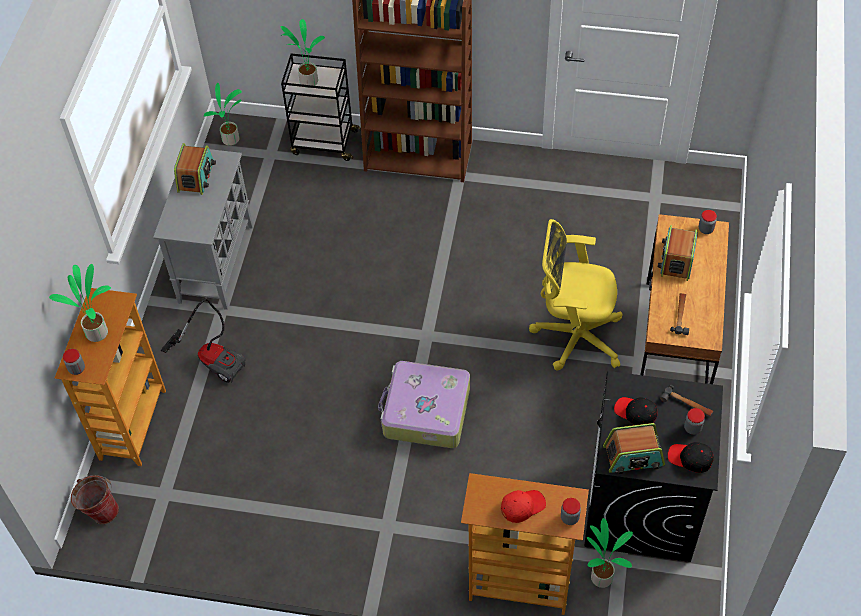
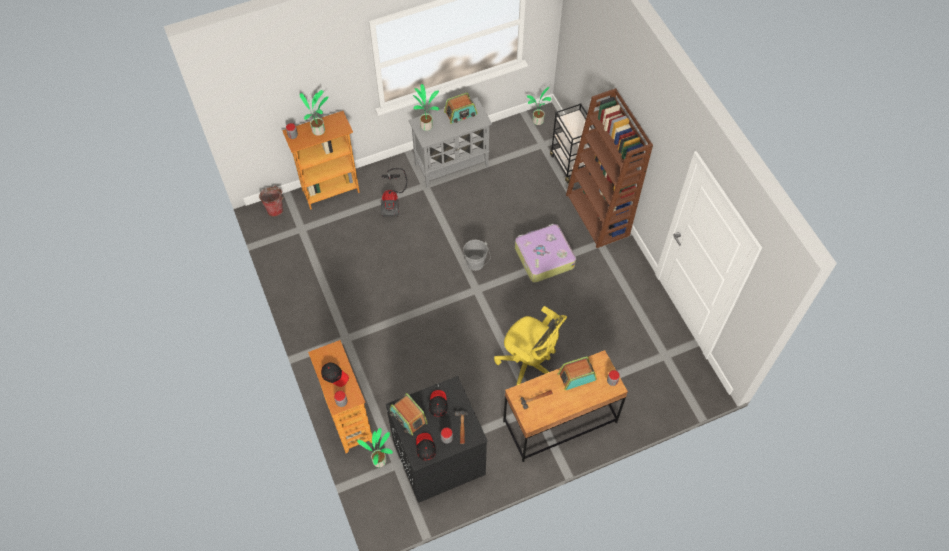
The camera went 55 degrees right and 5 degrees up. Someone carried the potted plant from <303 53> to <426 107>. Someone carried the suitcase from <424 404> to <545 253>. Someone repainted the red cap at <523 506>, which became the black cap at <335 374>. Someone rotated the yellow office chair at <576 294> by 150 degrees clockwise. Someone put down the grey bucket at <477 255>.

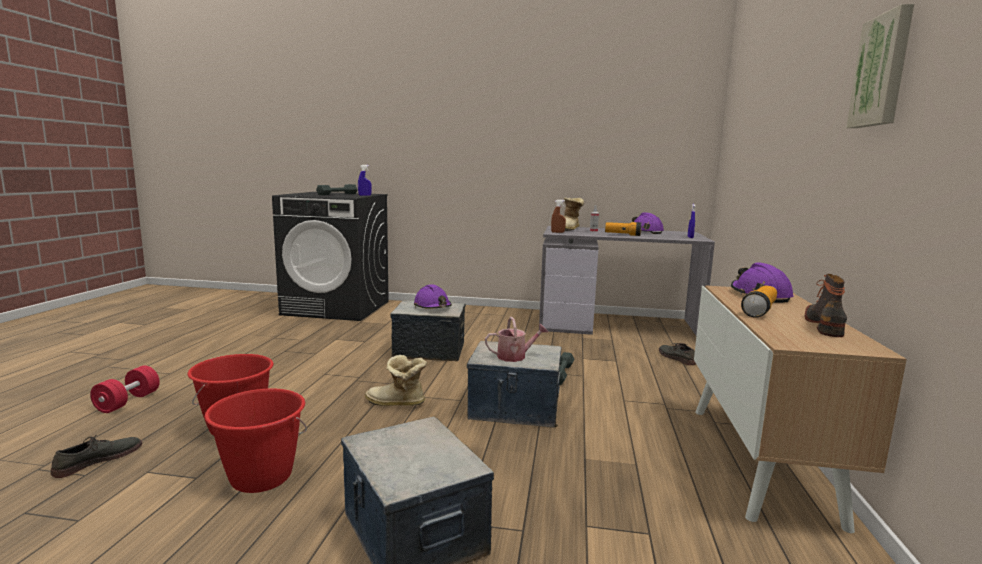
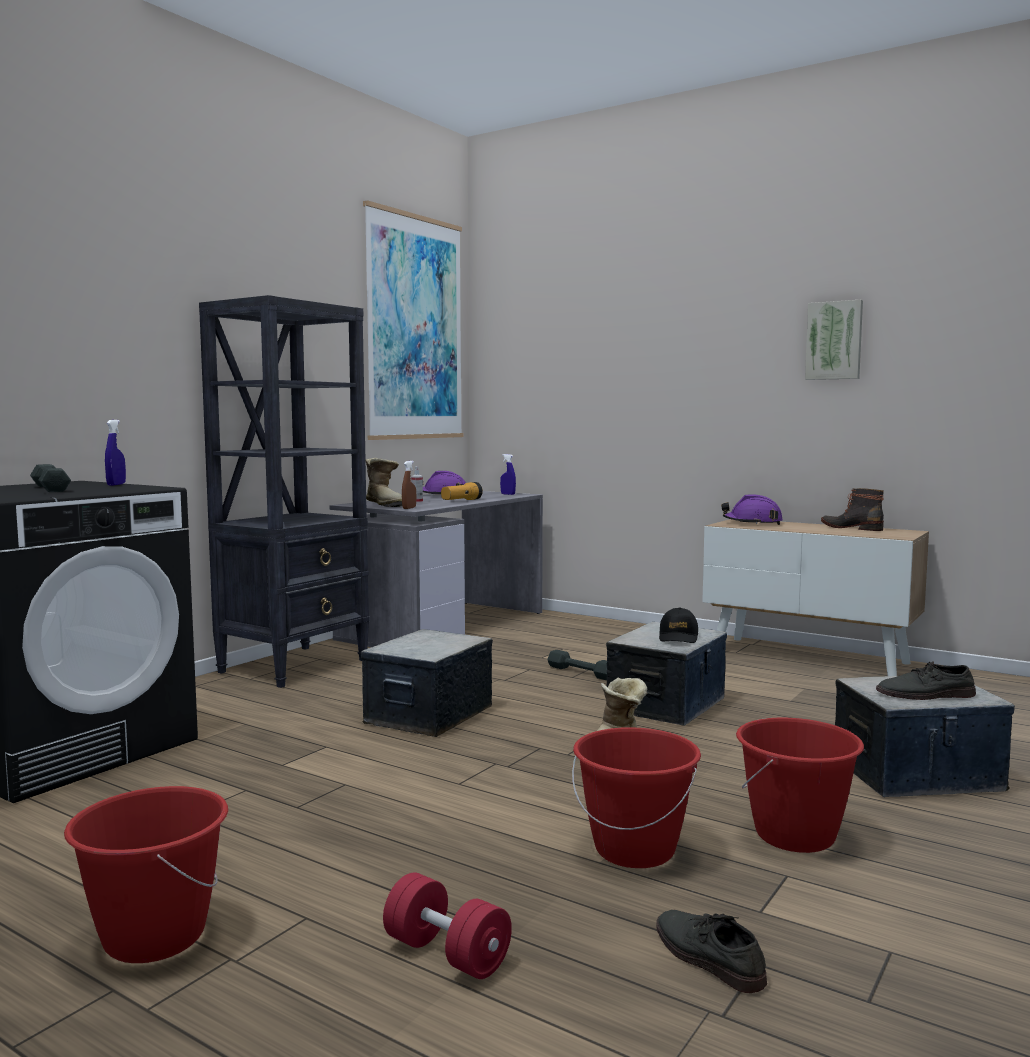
The camera went 65 degrees left and 5 degrees down. Someone took away the purple hard hat at <433 296>. Someone swapped the watering can at <516 339> for the black cap at <678 625>. Someone carried the grey shoe from <677 354> to <926 681>. Someone took away the flashlight at <759 302>. Someone put down the red bucket at <146 874>. Someone put down the black bookcase at <284 491>. Someone put up the picture at <413 320>.

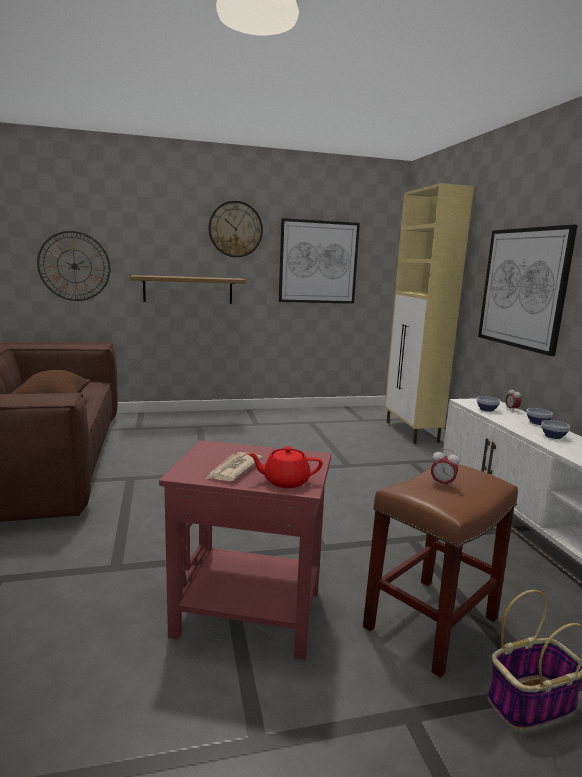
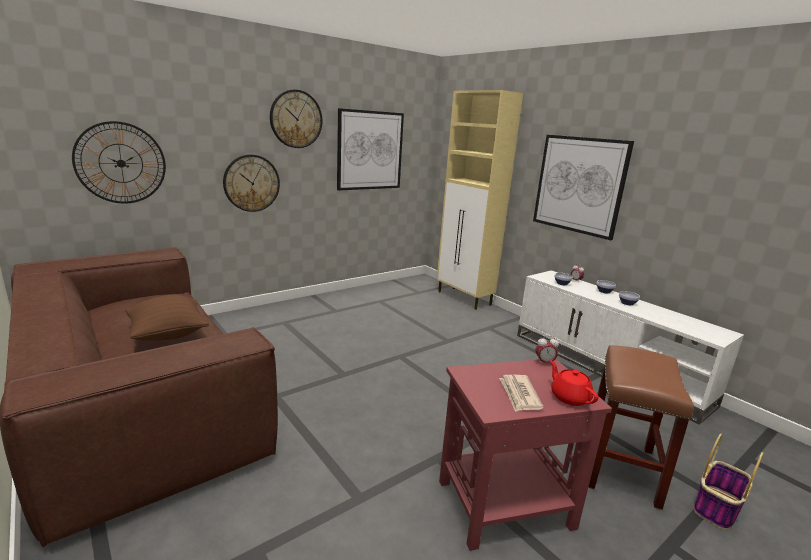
The camera went 25 degrees left and 5 degrees up. Someone swapped the shelf at <188 289> for the wall clock at <251 183>. Someone rotated the red teapot at <285 467> by 90 degrees clockwise. Someone carried the alarm clock from <445 468> to <547 350>.

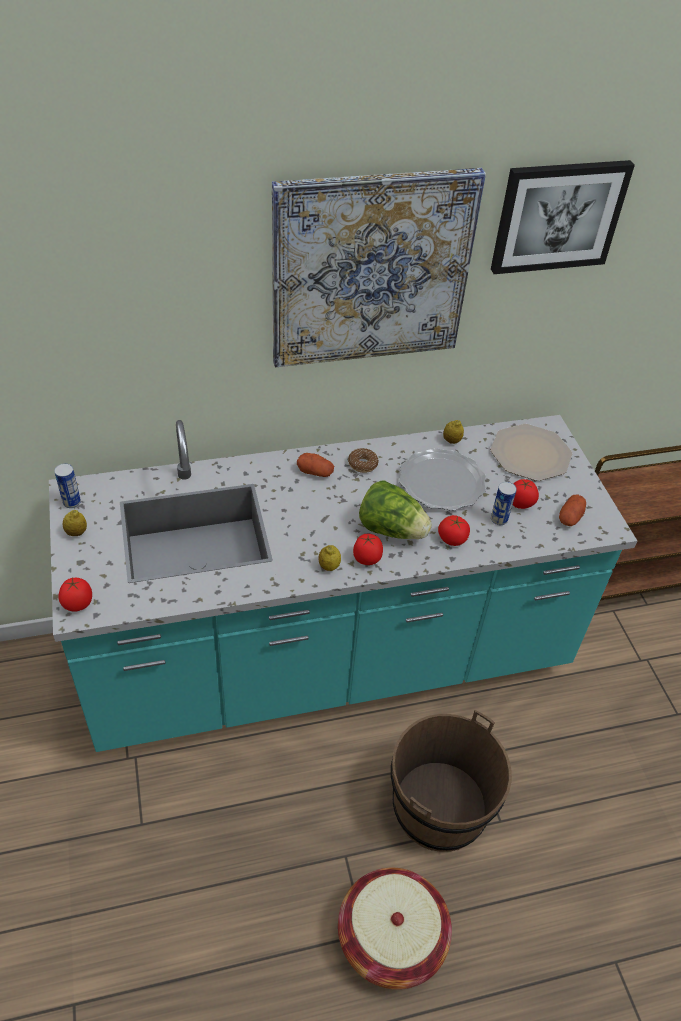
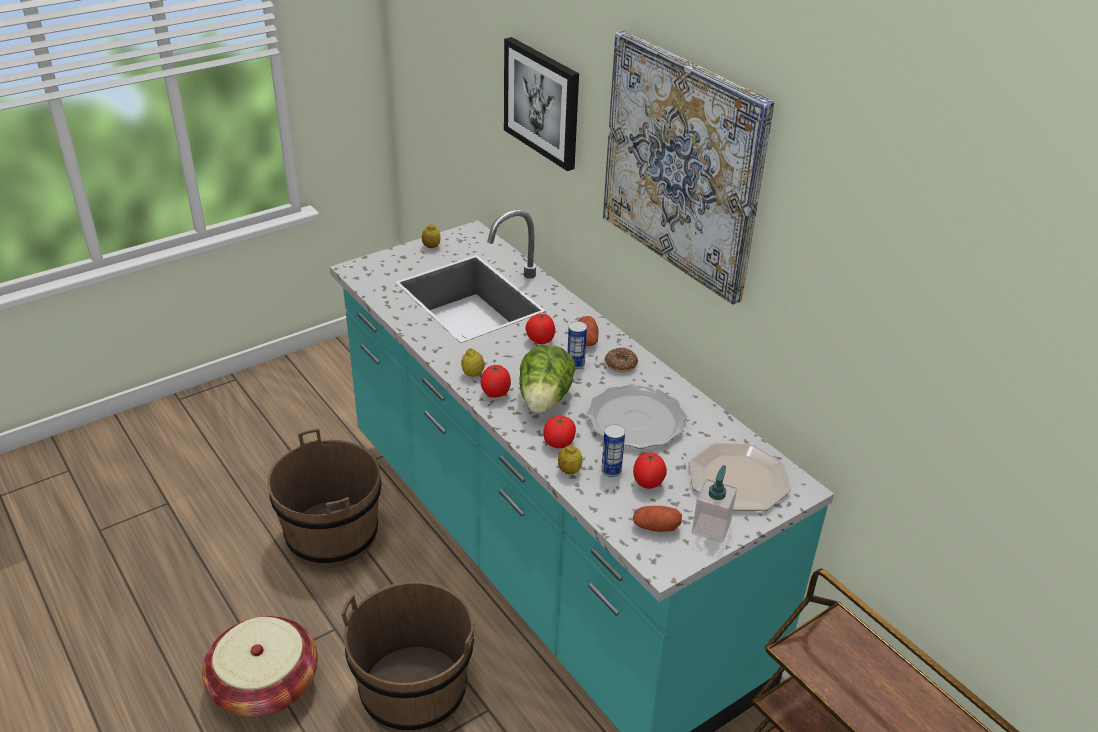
The camera went 70 degrees right and 10 degrees down. Someone carried the can from <67 485> to <577 345>. Someone carried the tomato from <75 595> to <540 328>. Someone carried the lemon from <453 432> to <570 459>. Someone carried the picture from <563 217> to <541 104>. Someone put down the brown bucket at <324 498>. Someone put down the soap dispenser at <714 504>.

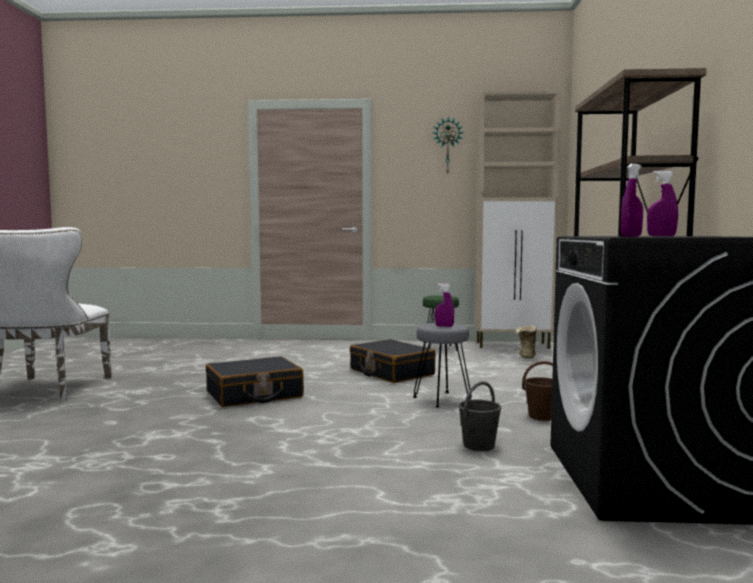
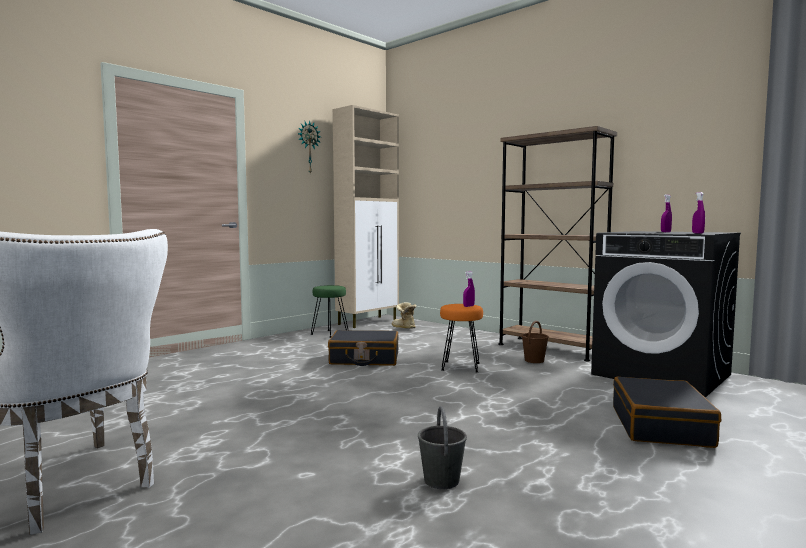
The camera went 50 degrees left and 0 degrees up. Someone carried the black suitcase from <255 381> to <667 412>. Someone repainted the grey stool at <442 365>, which became the orange stool at <461 338>. Someone carried the grey bucket from <480 416> to <442 447>.

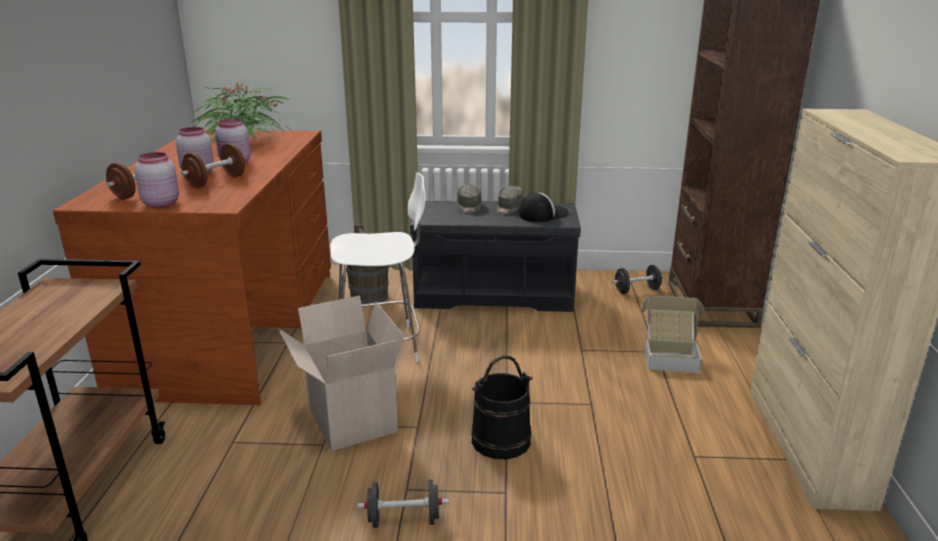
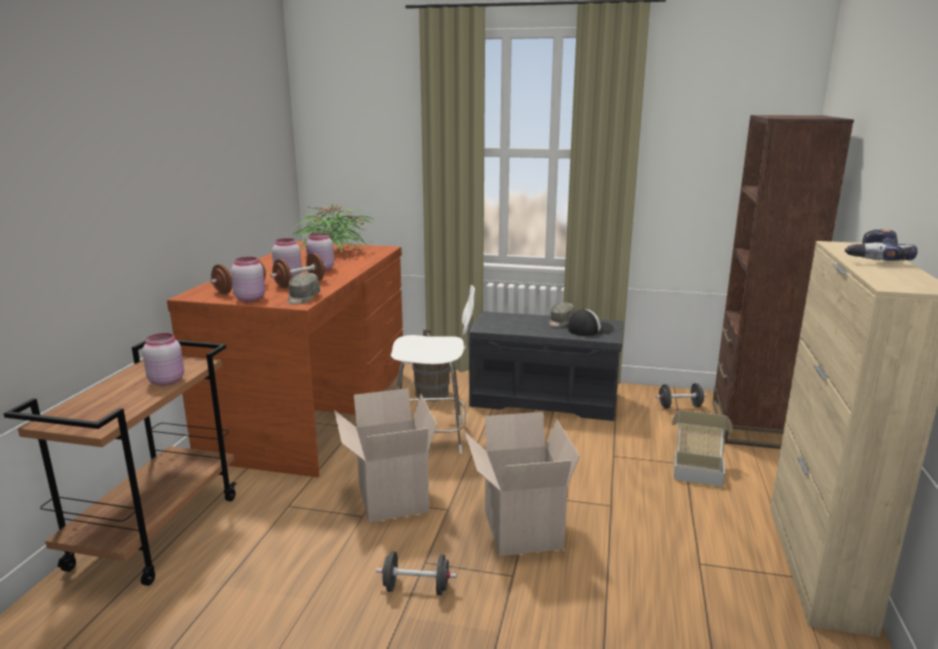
The camera went 10 degrees right and 5 degrees down. Someone carried the grey cap from <470 198> to <304 288>. Someone swapped the black bucket at <501 407> for the cardboard box at <522 484>. Someone put down the pink jar at <163 359>. Someone put down the power drill at <881 245>.

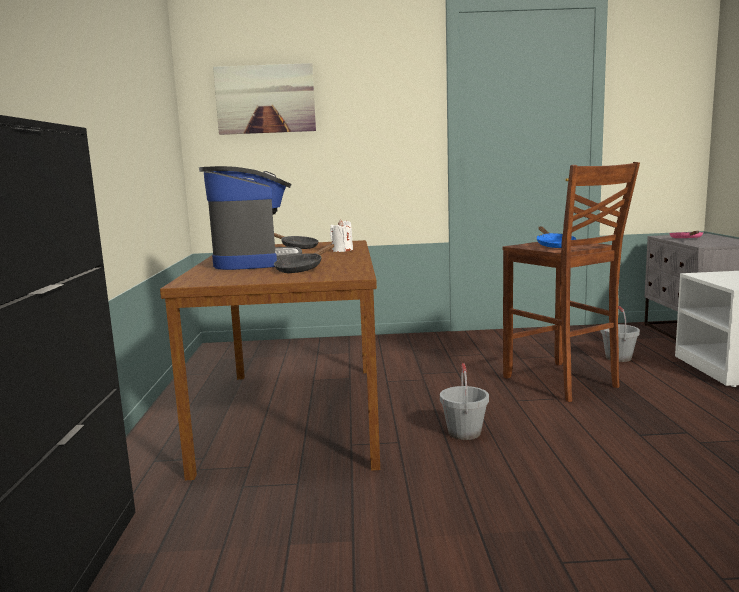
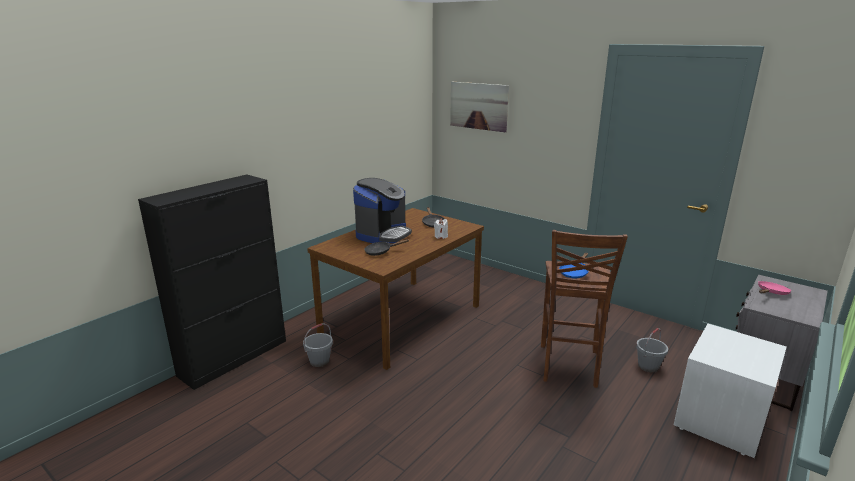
The camera went 40 degrees right and 10 degrees up. Someone carried the grey bucket from <464 401> to <318 345>.

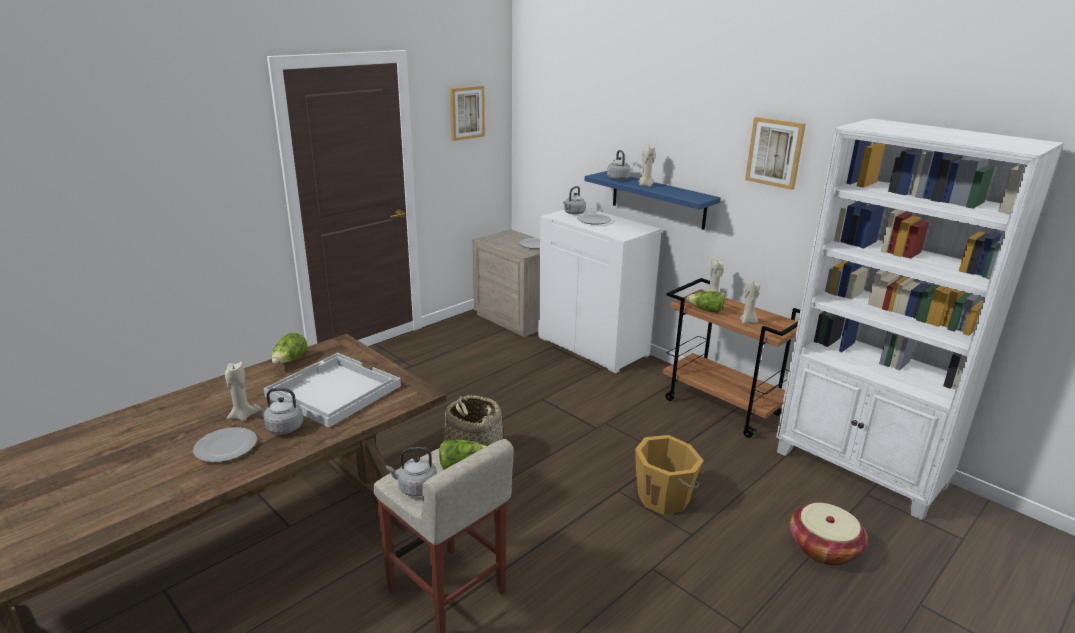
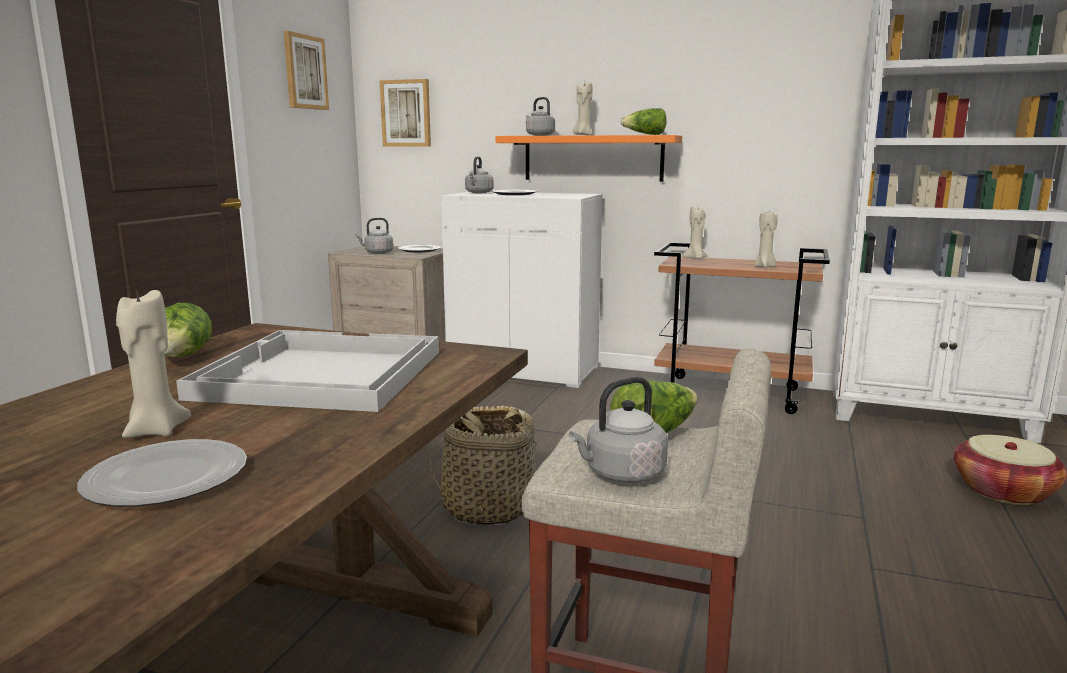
The camera went 25 degrees left and 10 degrees down. Someone carried the grey kettle from <278 411> to <374 236>. Someone repainted the blue shelf at <653 200>, which became the orange shelf at <588 158>. Someone took away the orange bucket at <669 475>. Someone carried the lettuce from <706 302> to <644 121>. Someone carried the picture from <775 153> to <405 112>.

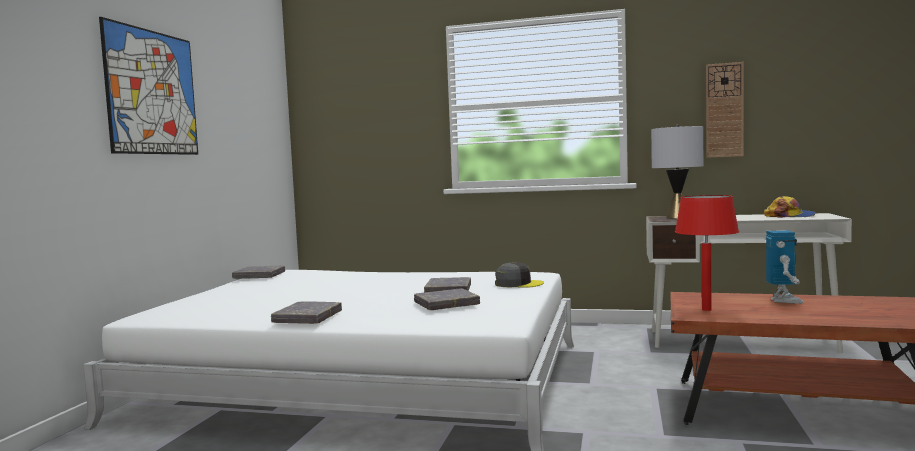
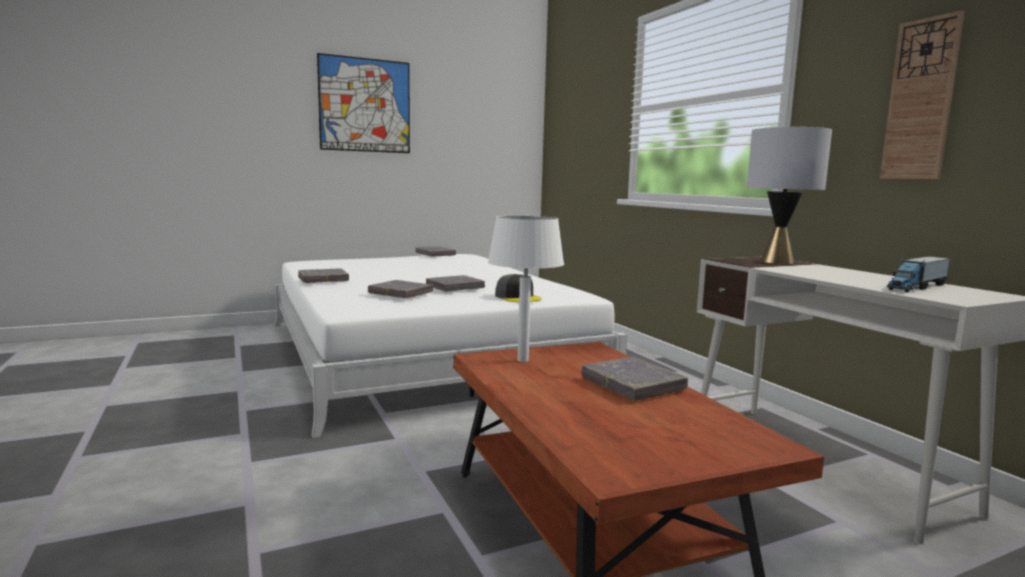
The camera went 50 degrees right and 5 degrees up. Someone repainted the red table lamp at <707 253>, which became the white table lamp at <526 289>. Someone swapped the cap at <790 207> for the toy truck at <919 274>. Someone swapped the toy robot at <785 267> for the grey book at <634 379>.

